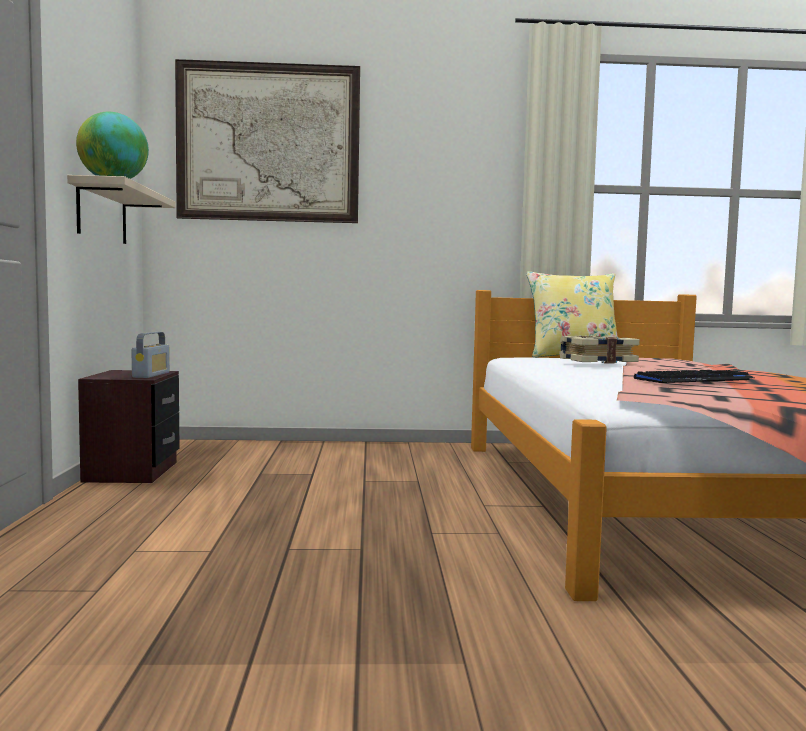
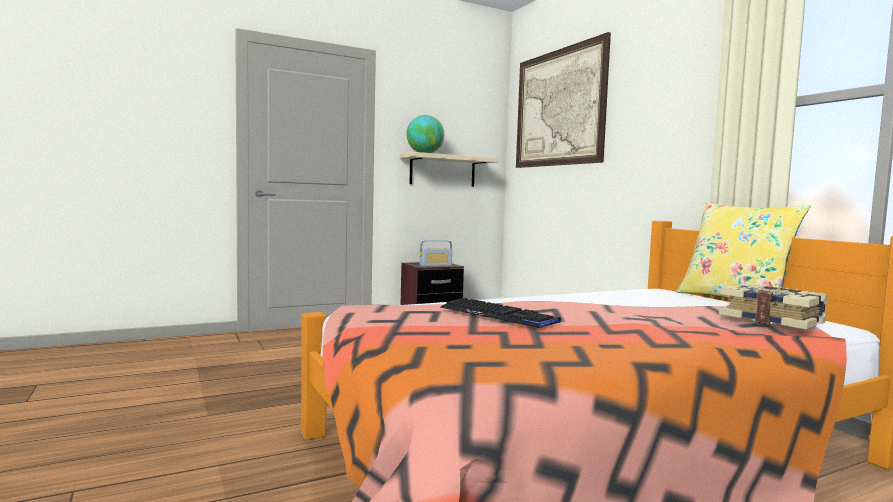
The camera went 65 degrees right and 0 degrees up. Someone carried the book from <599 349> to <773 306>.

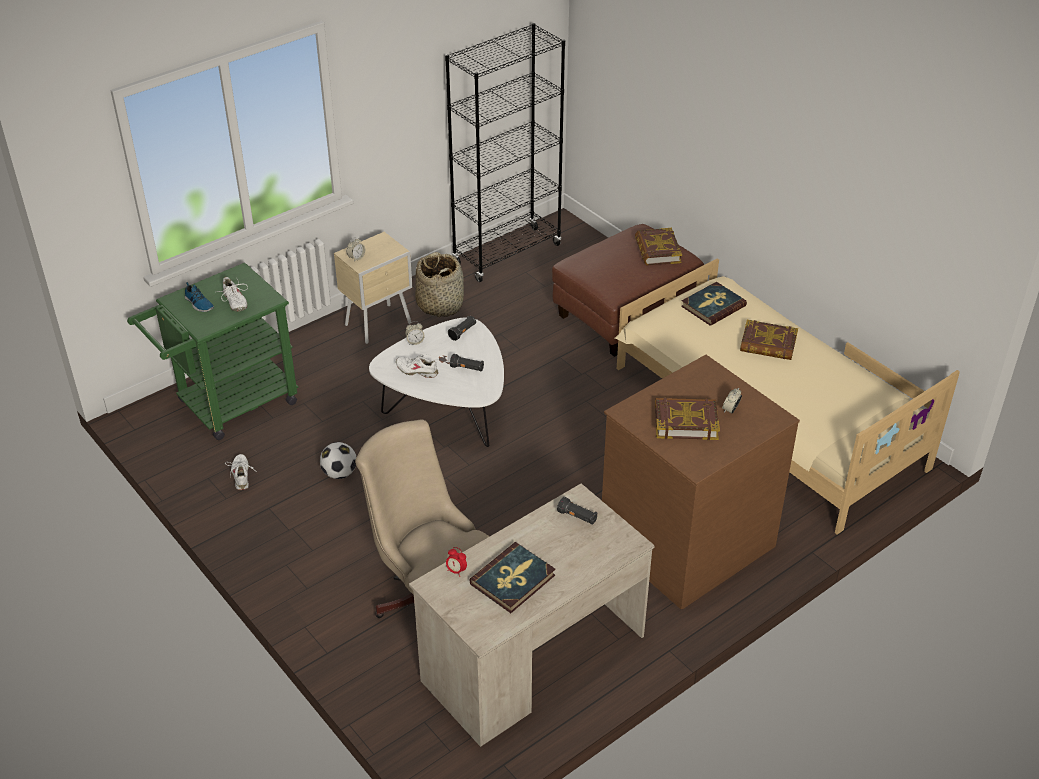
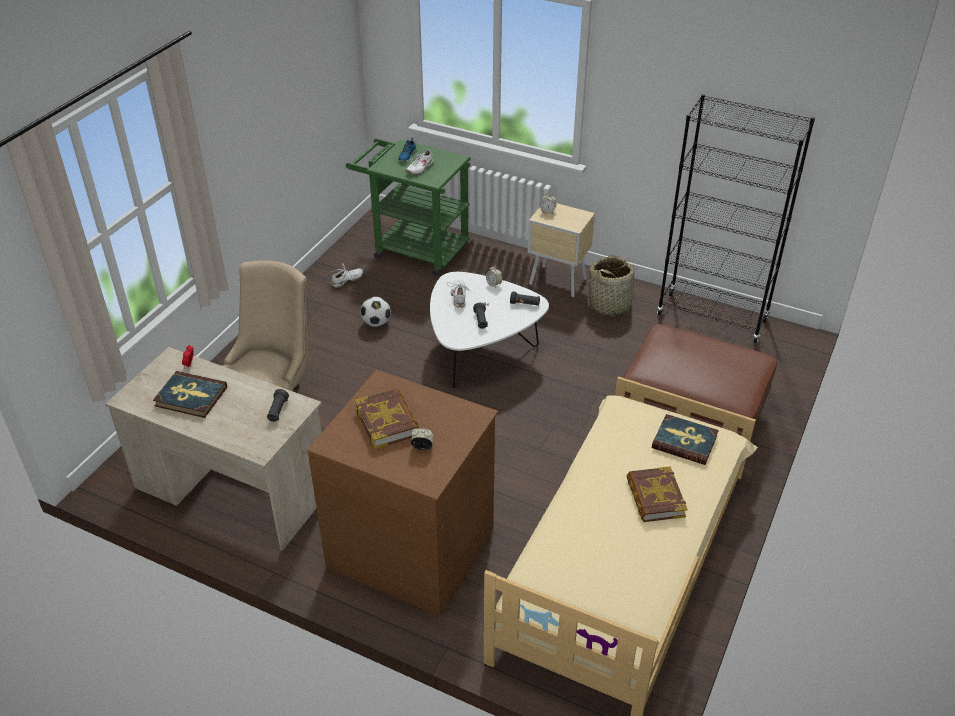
The camera went 65 degrees right and 0 degrees up. Someone took away the book at <658 247>.

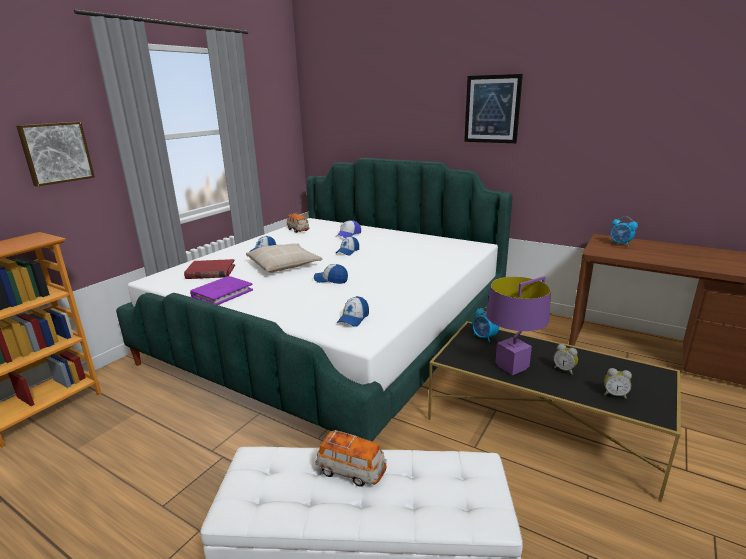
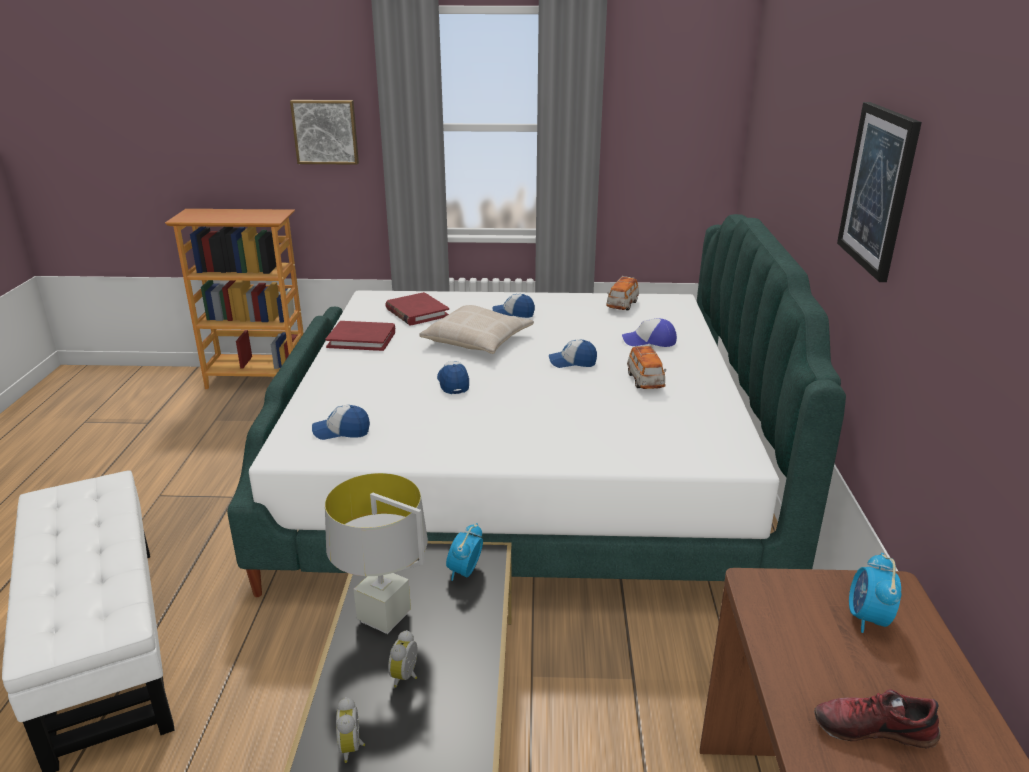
The camera went 60 degrees right and 5 degrees up. Someone repainted the purple book at <221 290>, which became the red book at <360 336>. Someone carried the toy car from <350 458> to <646 367>. Someone repainted the purple table lamp at <518 325>, which became the grey table lamp at <376 553>. Someone put down the shoe at <877 718>.

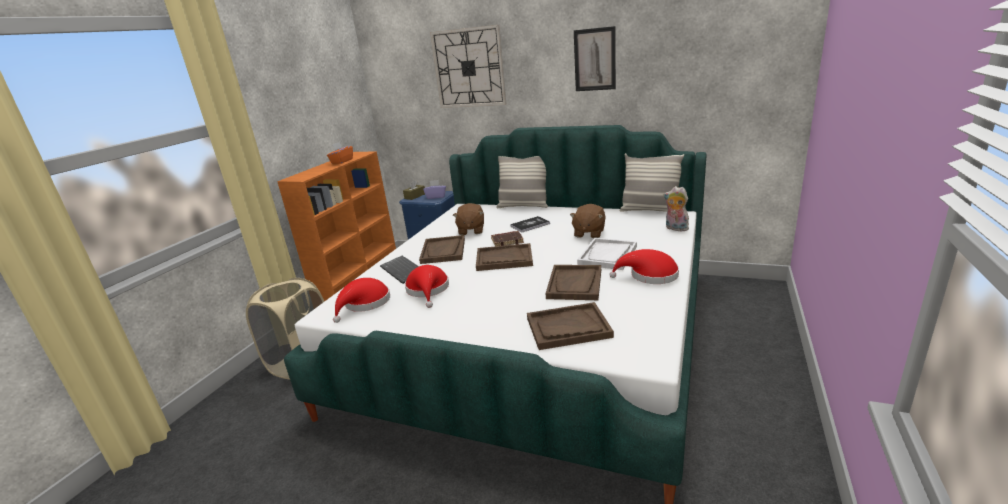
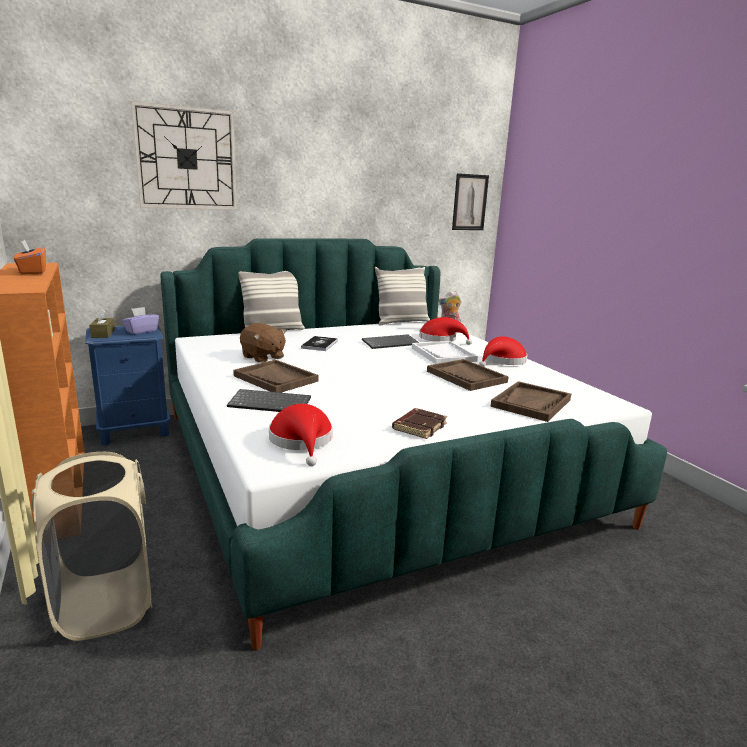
The camera went 50 degrees left and 5 degrees down. Someone carried the red hat from <427 286> to <445 331>. Someone took away the brown tray at <504 257>. Someone carried the brown book from <507 238> to <419 423>. Someone swapped the brown plush toy at <588 221> for the keyboard at <390 342>. Someone carried the picture from <595 58> to <470 201>.

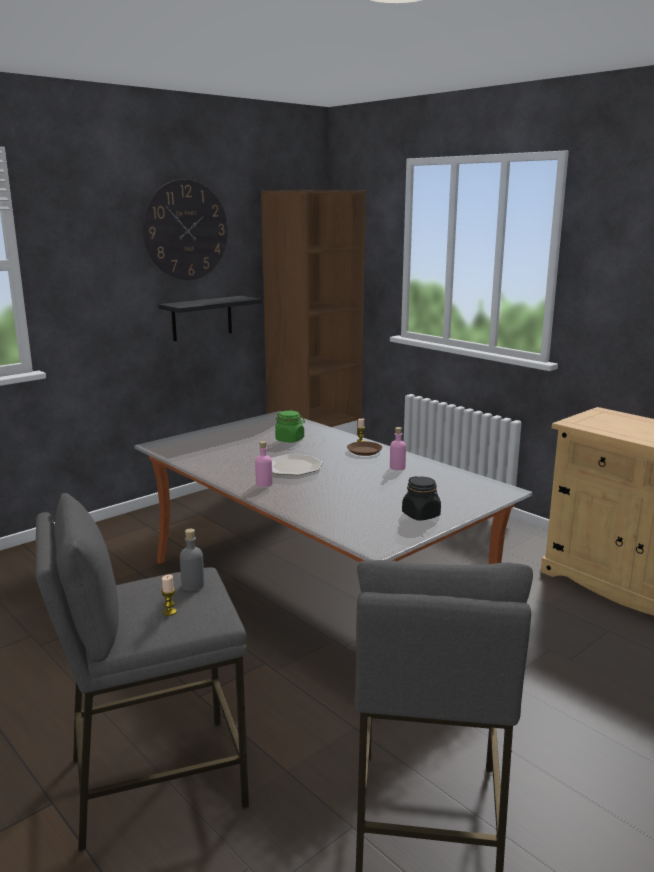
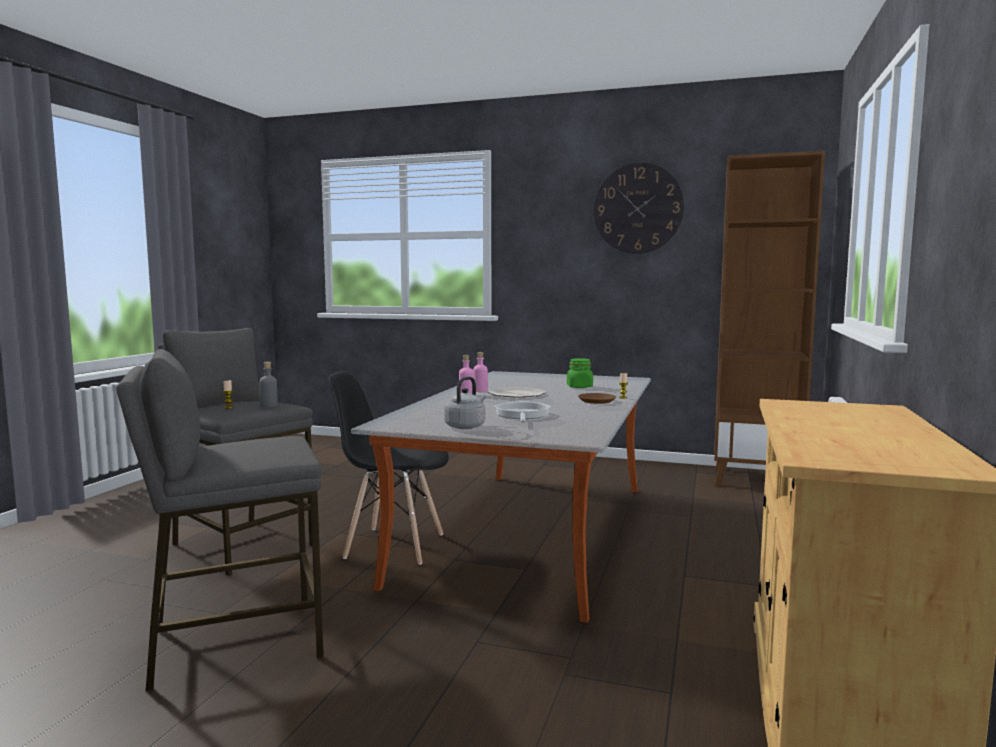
The camera went 60 degrees right and 10 degrees down. Someone took away the black shelf at <210 318>. Someone carried the pink bottle from <398 448> to <480 372>. Someone swapped the black jar at <421 498> for the grey kettle at <465 403>. Someone put down the black chair at <389 468>. Someone put down the frying pan at <522 412>.

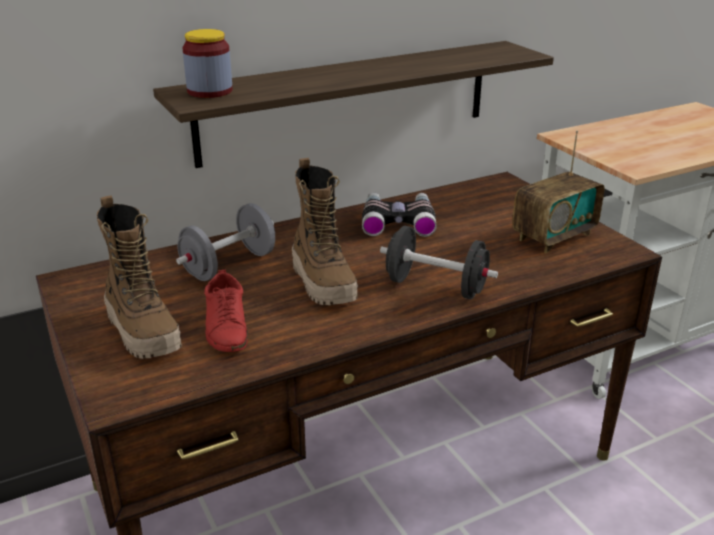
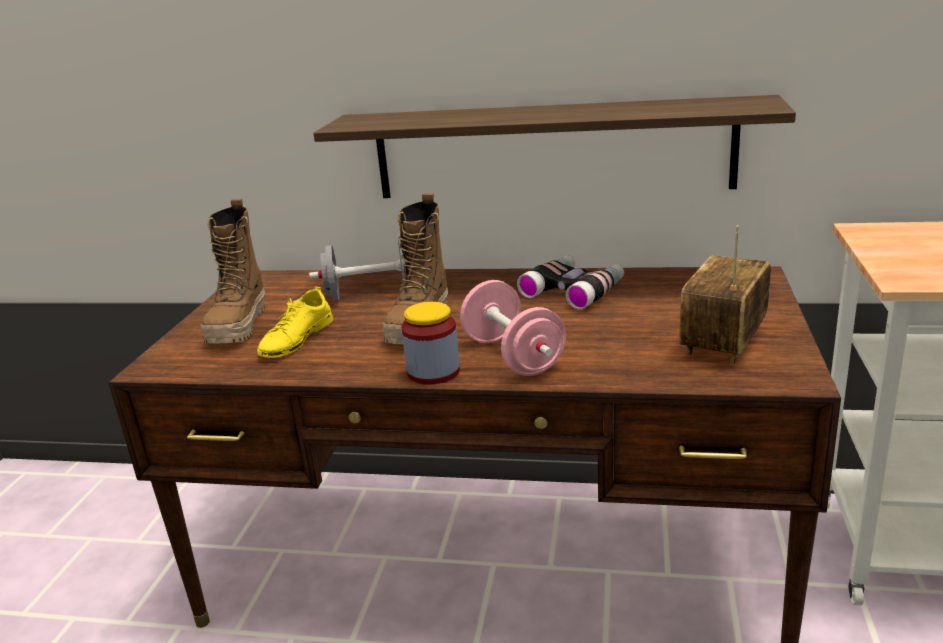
The camera went 40 degrees right and 5 degrees down. Someone carried the jar from <207 63> to <430 343>. Someone repainted the red shoe at <226 310>, which became the yellow shoe at <295 322>. Someone repainted the black dumbbell at <439 262>, which became the pink dumbbell at <513 328>. Someone rotated the radio at <558 191> by 120 degrees clockwise.

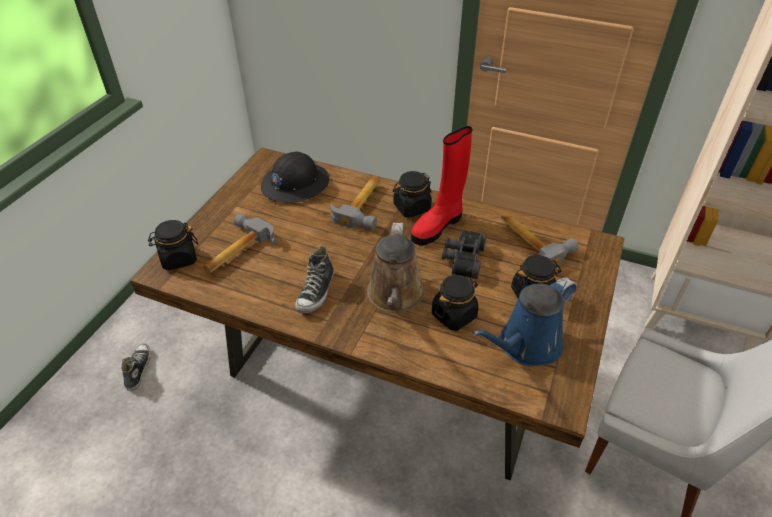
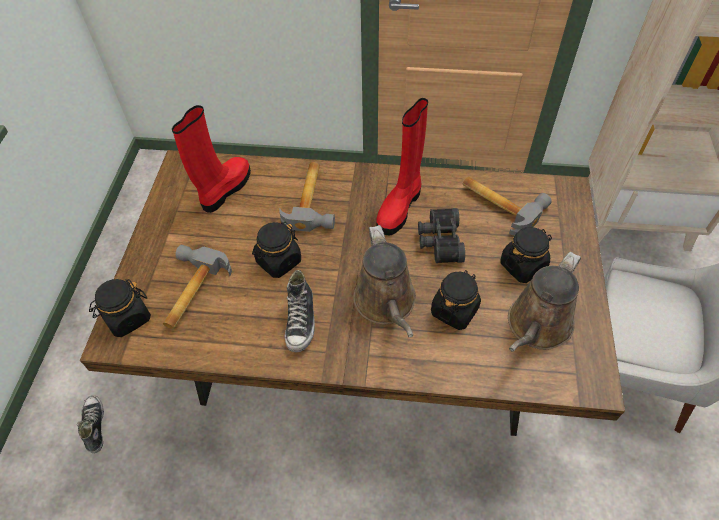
The camera went 15 degrees left and 10 degrees up. Someone swapped the black hard hat at <295 177> for the red boot at <211 159>. Someone carried the black jar from <412 194> to <276 250>. Someone repainted the blue watering can at <524 321>, which became the brown watering can at <544 302>.

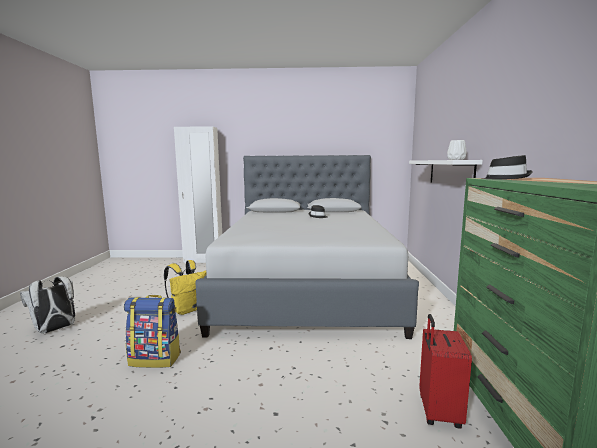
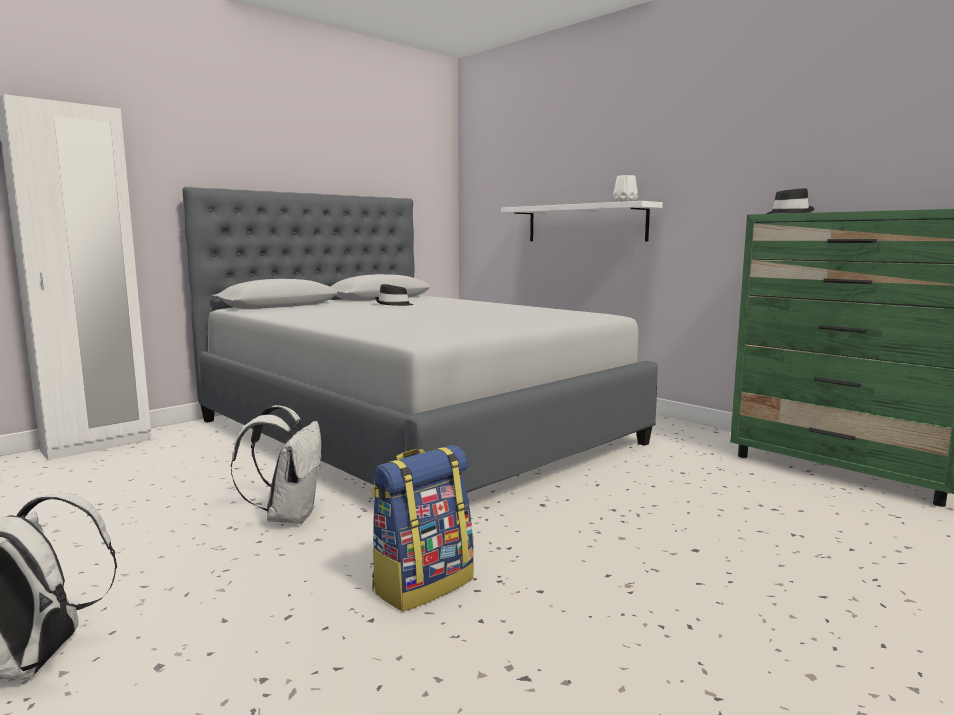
The camera went 45 degrees left and 0 degrees up. Someone repainted the yellow backpack at <185 287>, which became the white backpack at <276 464>. Someone took away the red suitcase at <445 371>.

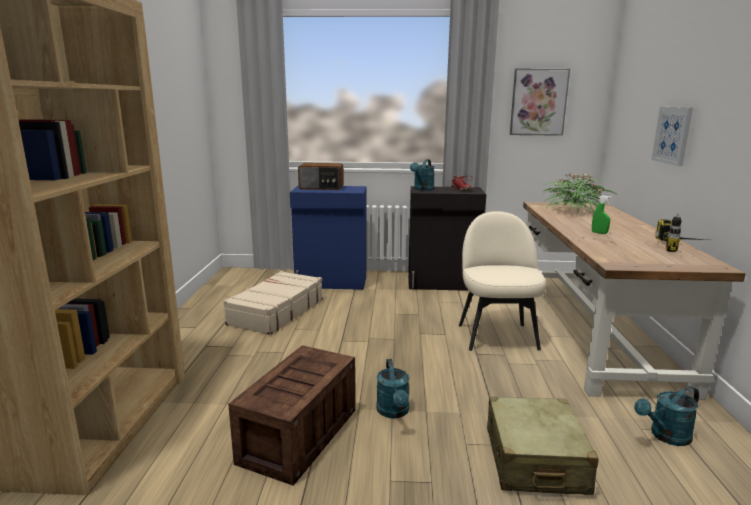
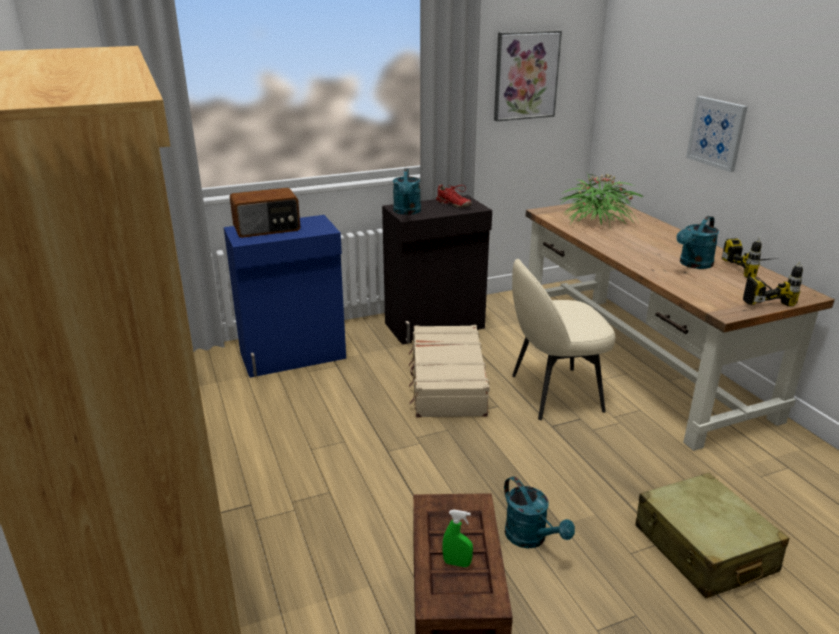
The camera went 25 degrees left and 10 degrees up. Someone carried the beige suitcase from <273 303> to <449 371>. Someone rotated the beige chair at <502 281> by 75 degrees counterclockwise. Someone carried the green spray bottle from <601 214> to <457 538>. Someone carried the turquoise watering can from <666 416> to <698 242>. Someone put down the power drill at <773 284>.

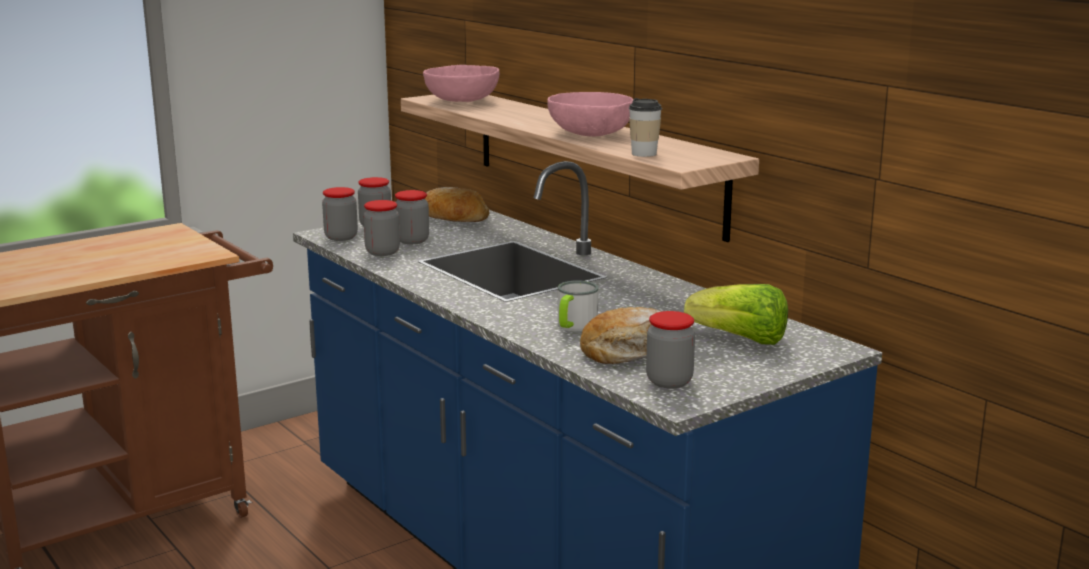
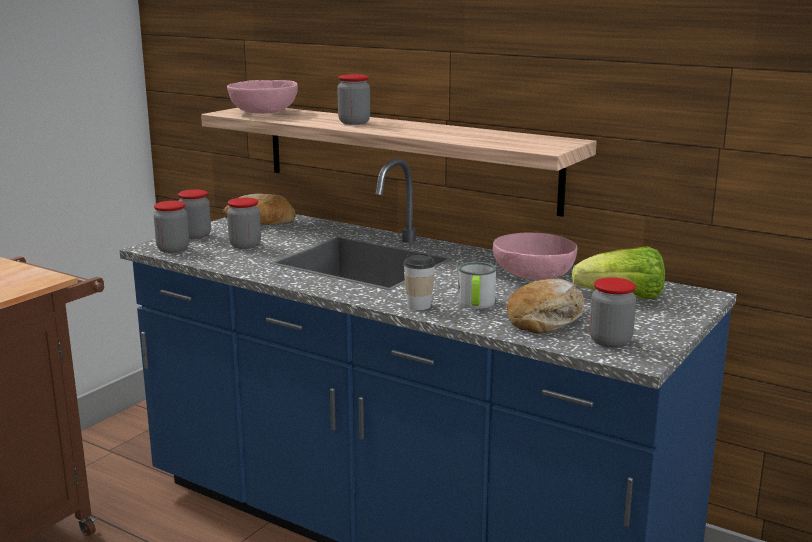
The camera went 20 degrees left and 0 degrees up. Someone carried the jar from <381 228> to <353 99>. Someone carried the pink bowl from <590 114> to <535 256>. Someone carried the cup from <645 127> to <419 281>.

